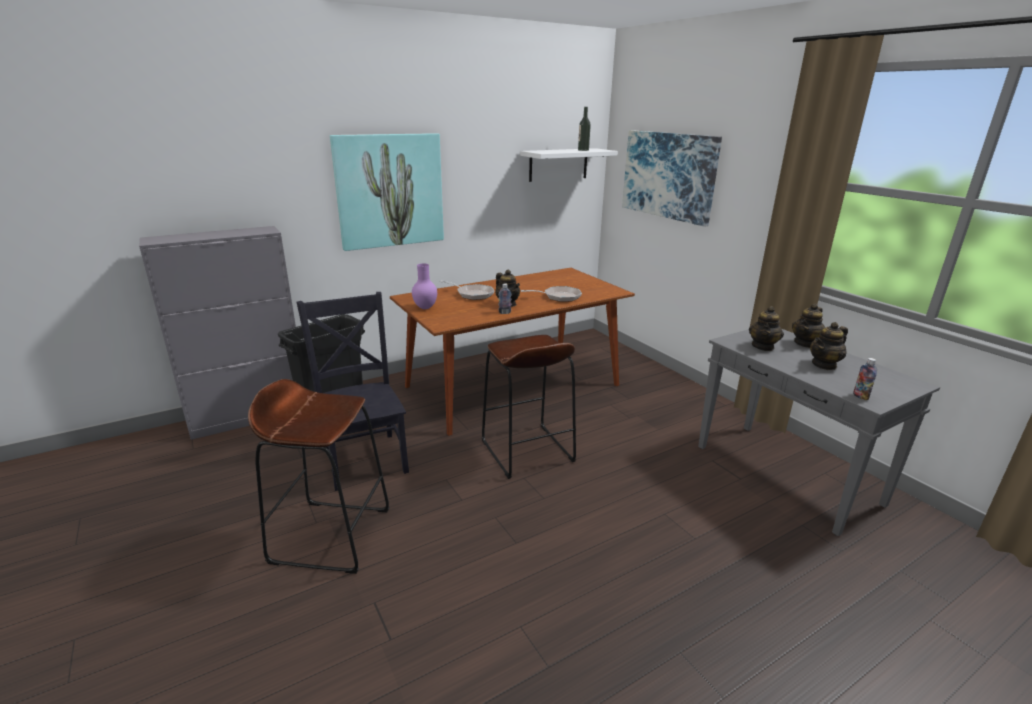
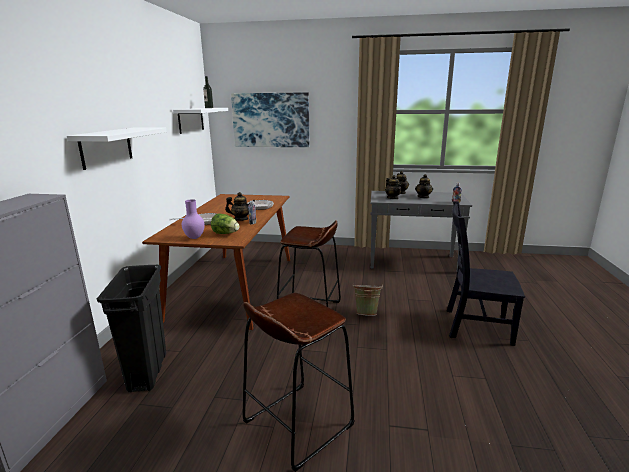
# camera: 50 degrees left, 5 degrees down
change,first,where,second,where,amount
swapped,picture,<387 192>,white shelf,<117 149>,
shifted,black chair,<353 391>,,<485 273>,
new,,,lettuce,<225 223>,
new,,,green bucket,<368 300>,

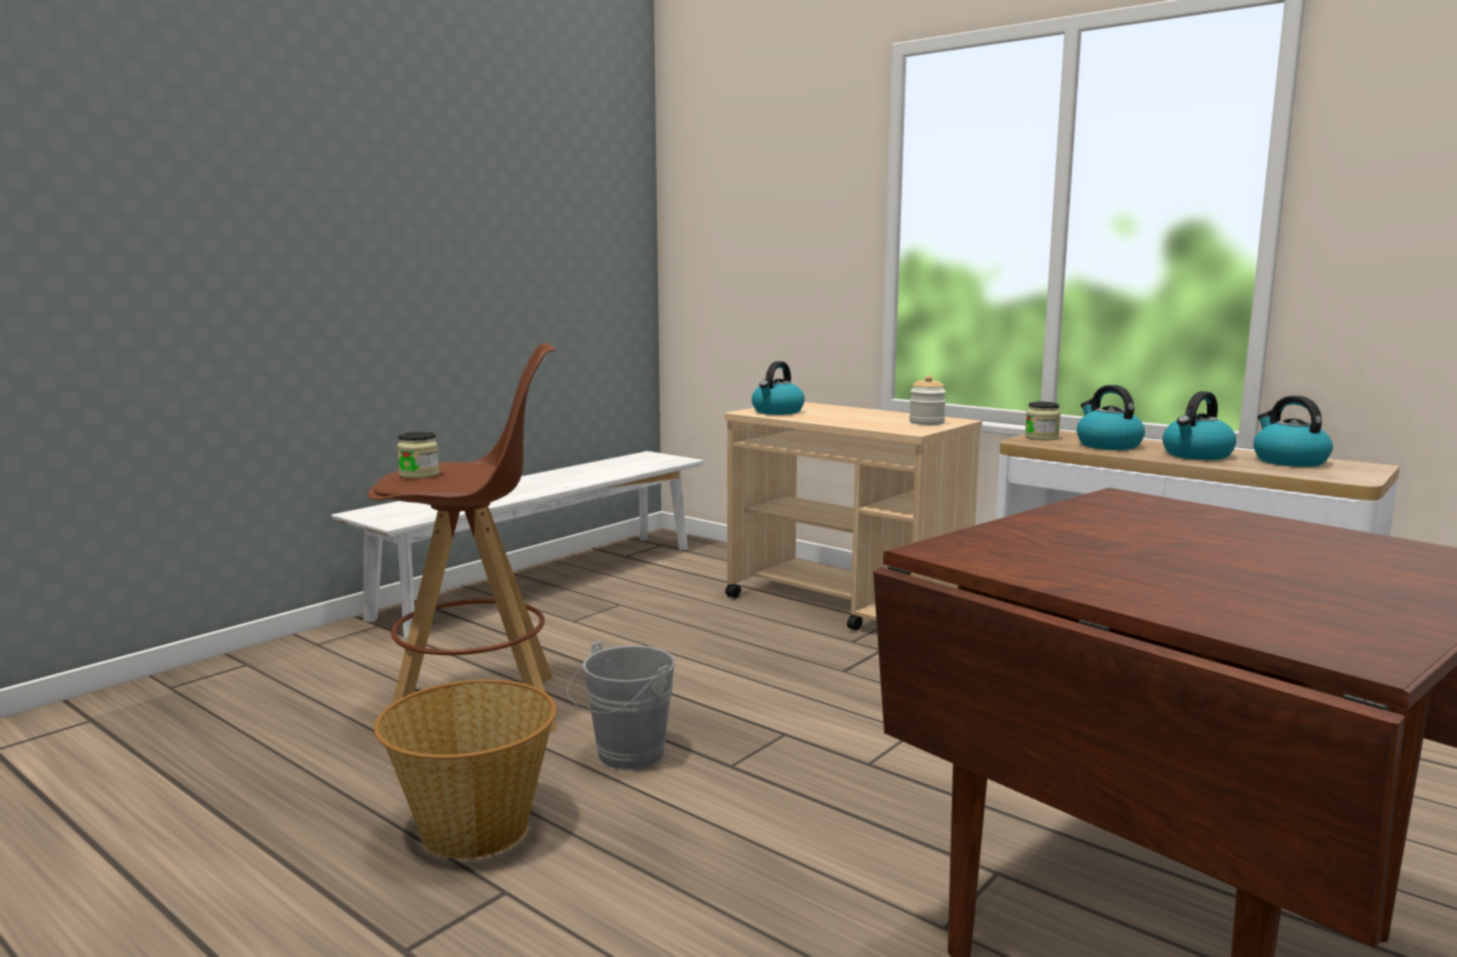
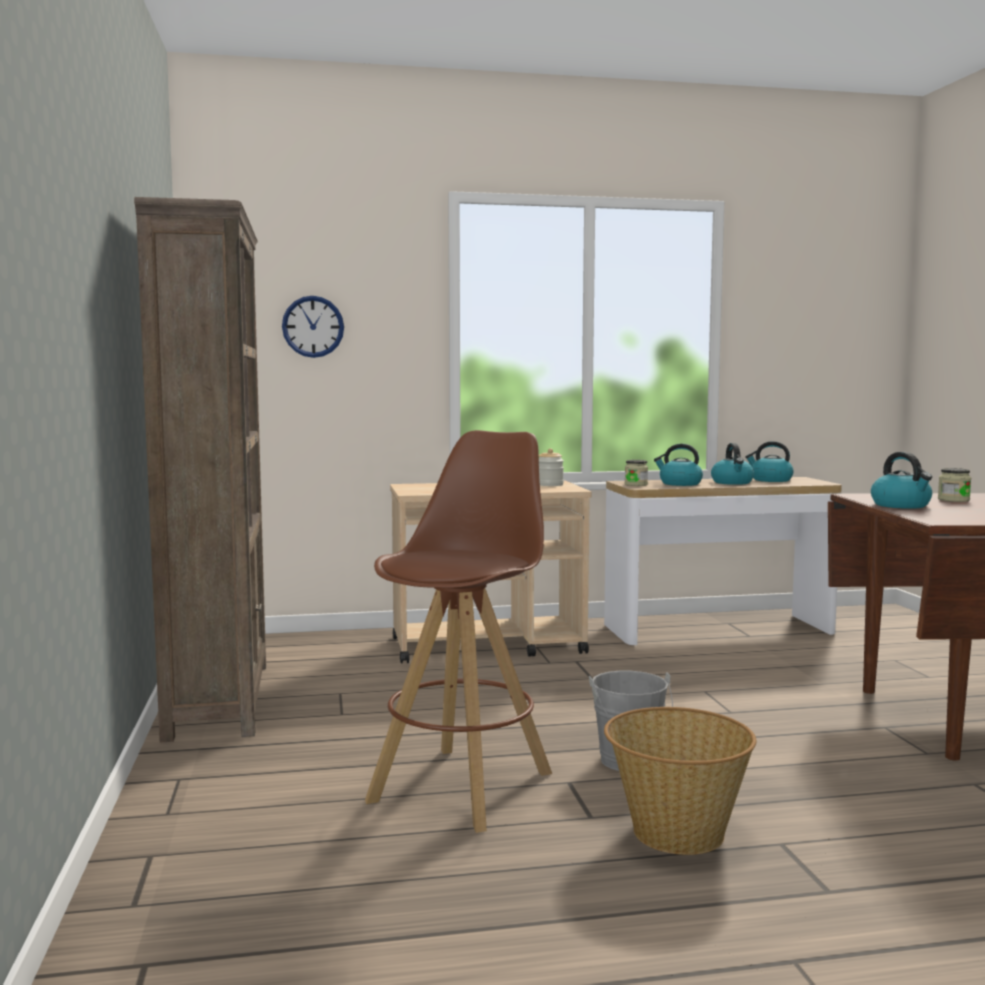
# camera: 50 degrees left, 5 degrees down
change,first,where,second,where,amount
shifted,kettle,<778 388>,,<901 480>,
shifted,jar,<418 455>,,<954 485>,
swapped,white bench,<517 544>,brown bookcase,<200 470>,
new,,,wall clock,<313 327>,

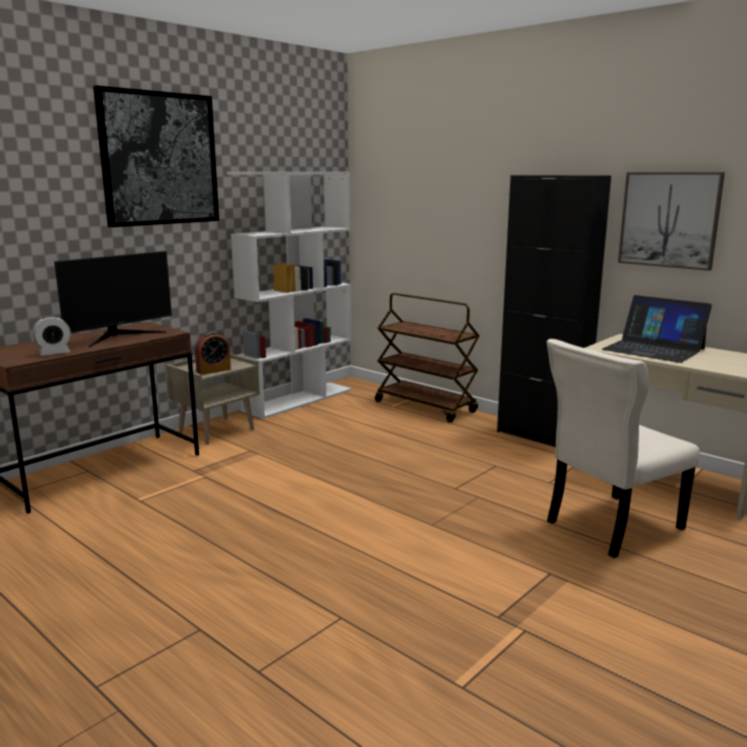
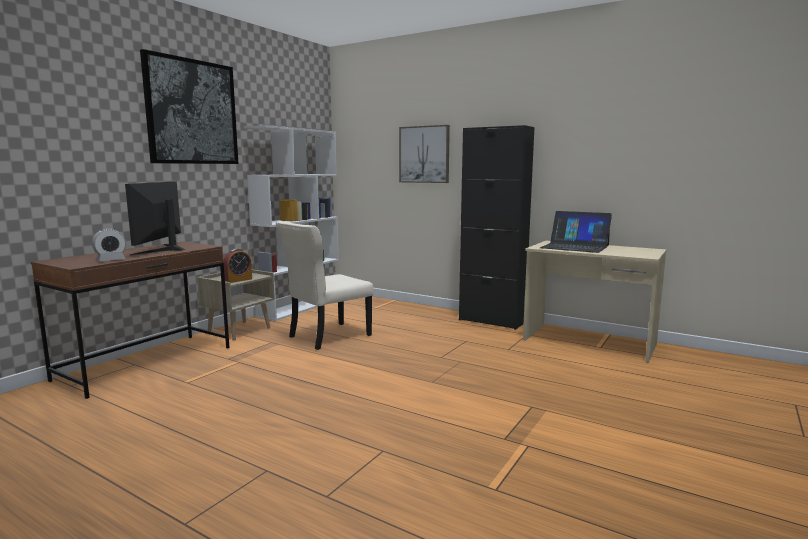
# camera: 10 degrees left, 5 degrees down
change,first,where,second,where,amount
shifted,picture,<671 221>,,<424 154>,
rotated,monitor,<113 299>,,<155 218>,150 degrees clockwise
gone,brown cart,<427 358>,,,
shifted,beige chair,<623 448>,,<325 285>,

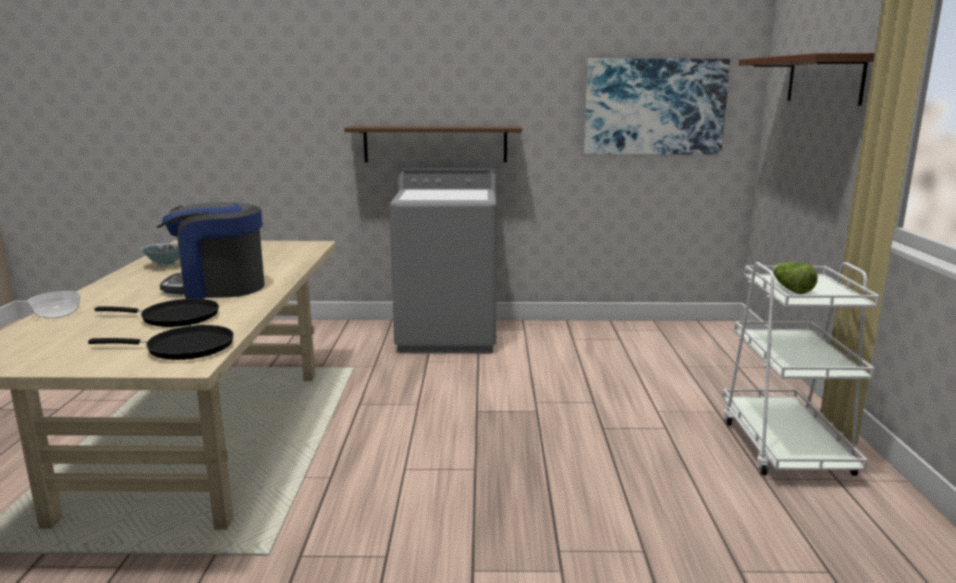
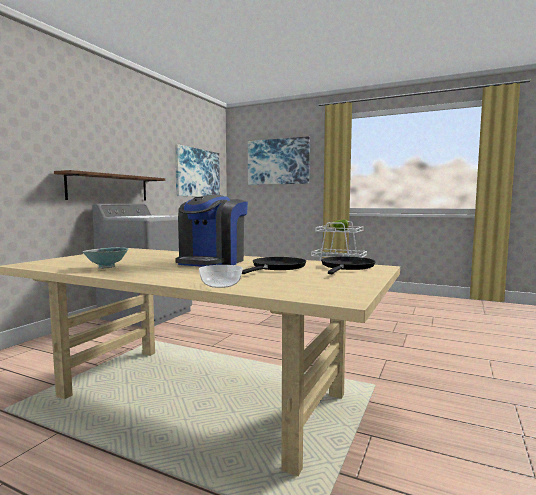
# camera: 65 degrees left, 10 degrees down
change,first,where,second,where,amount
swapped,brown shelf,<807 79>,picture,<279 160>,

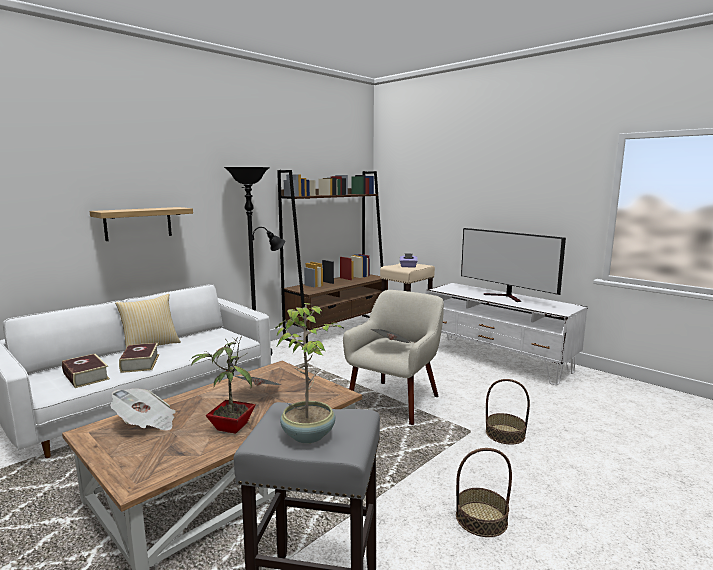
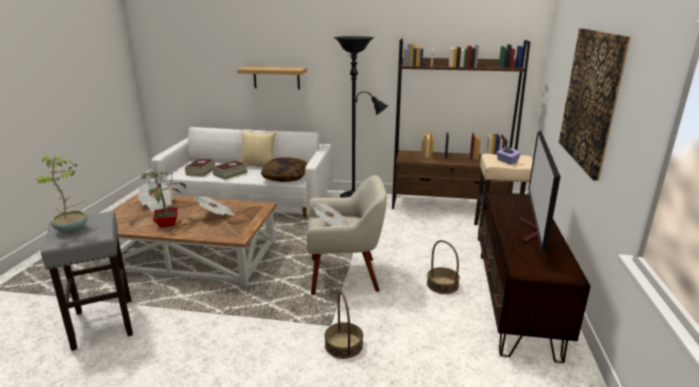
# camera: 55 degrees right, 10 degrees up
change,first,where,second,where,amount
repainted,white tv stand,<506 334>,brown tv stand,<534 277>,
shifted,basket,<484 492>,,<443 267>,
new,,,picture,<595 104>,
new,,,pillow,<284 169>,

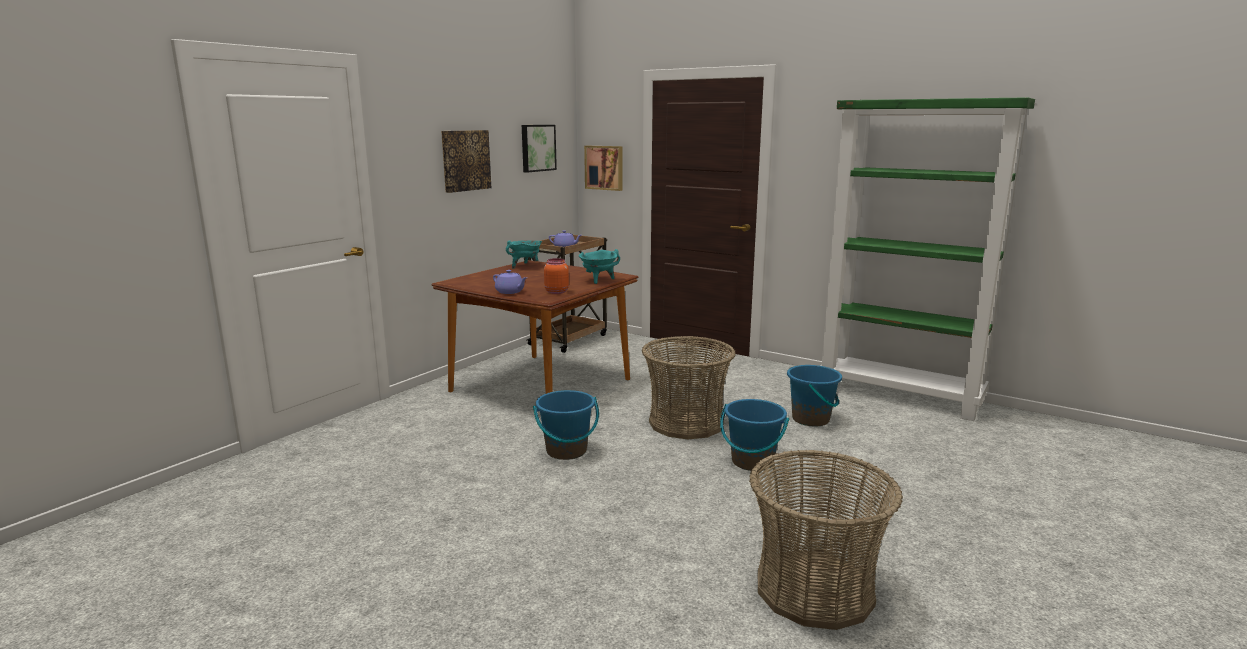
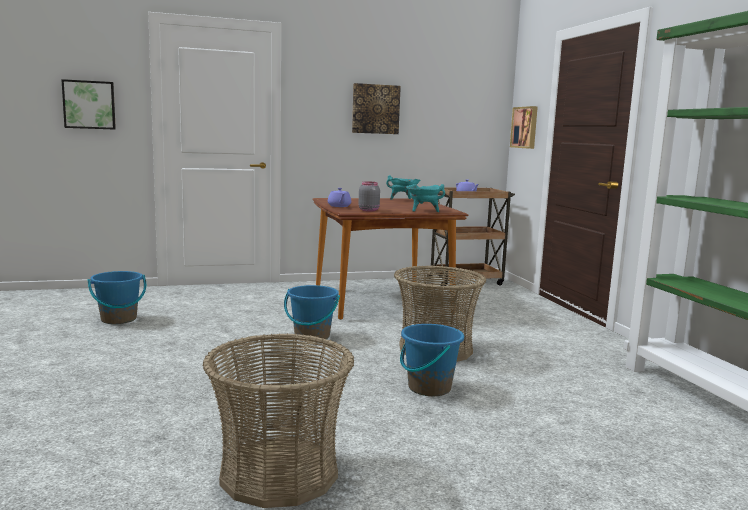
# camera: 40 degrees right, 5 degrees down
change,first,where,second,where,amount
shifted,picture,<539 149>,,<88 104>,
repainted,orange jar,<556 276>,grey jar,<369 197>,
shifted,blue bucket,<814 396>,,<117 297>,

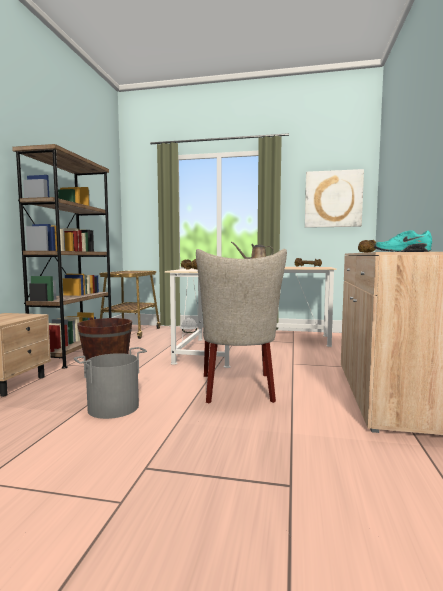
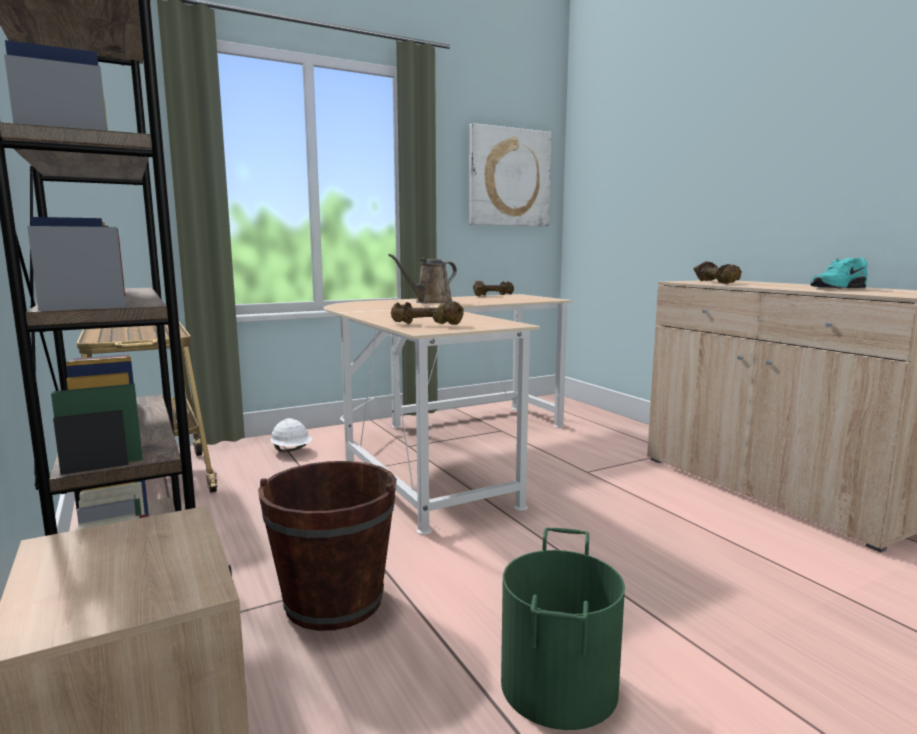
# camera: 40 degrees left, 5 degrees up
change,first,where,second,where,amount
gone,beige chair,<241 326>,,,
repainted,grey bucket,<110 383>,green bucket,<563 629>,

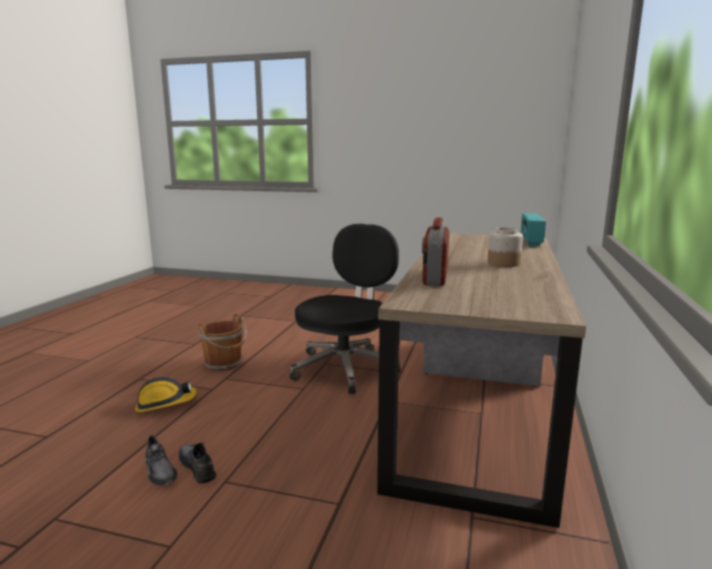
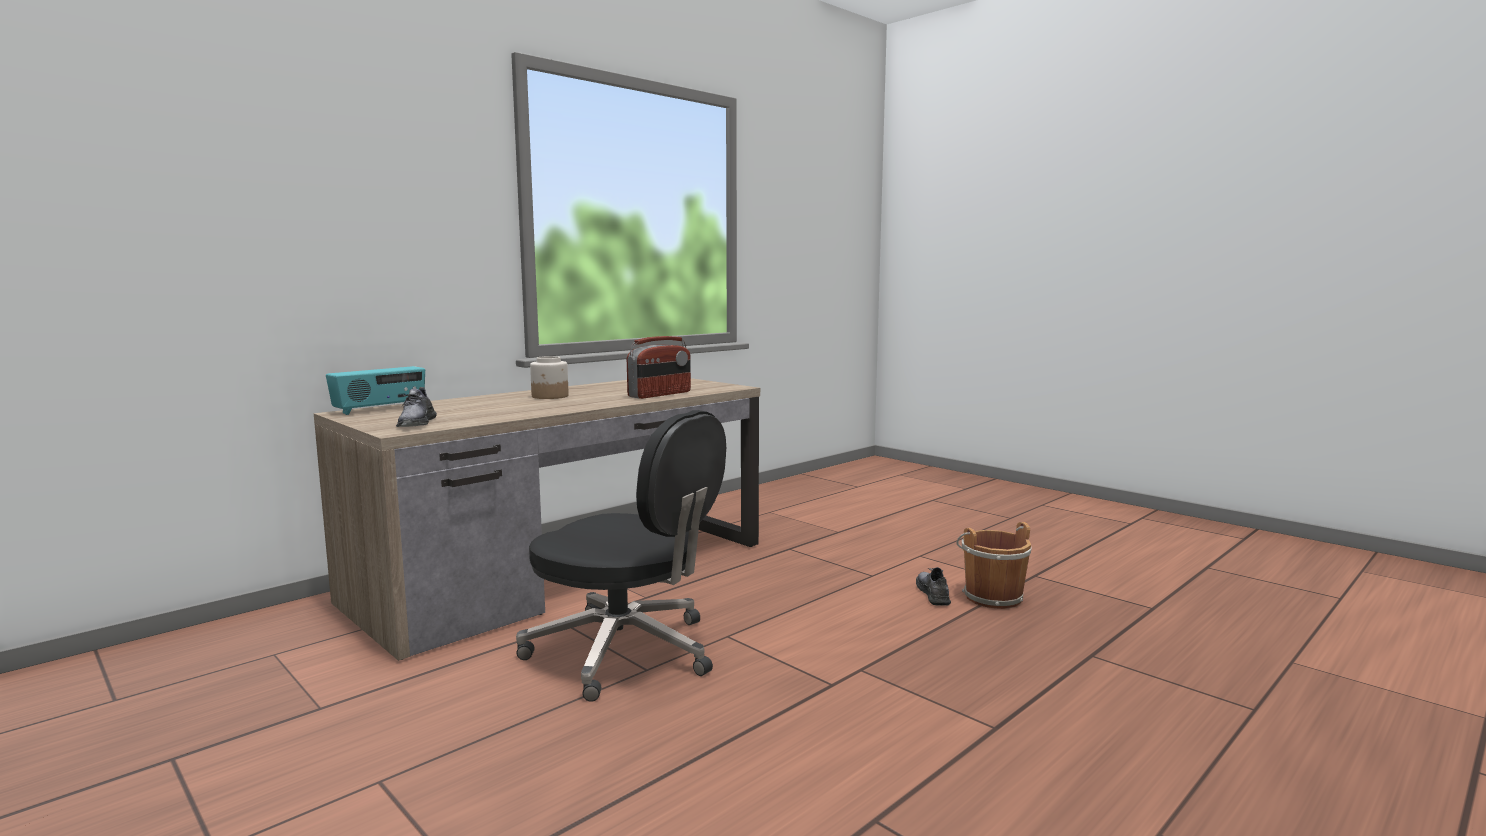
# camera: 150 degrees left, 5 degrees down
change,first,where,second,where,amount
rotated,black office chair,<345 309>,,<621 556>,120 degrees counterclockwise
shifted,brown bucket,<222 342>,,<994 565>,
gone,hard hat,<166 394>,,,
shifted,grey shoe,<197 462>,,<416 407>,

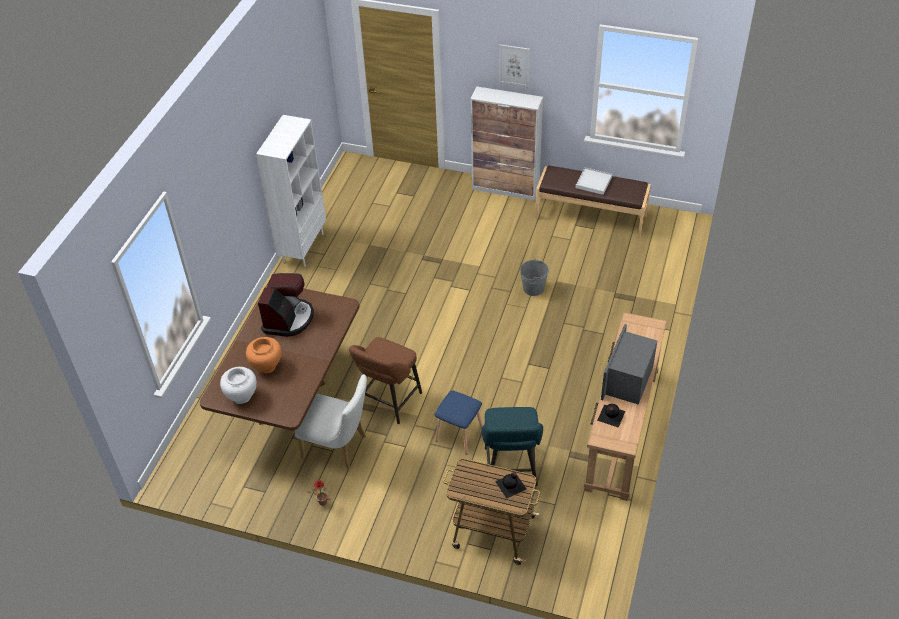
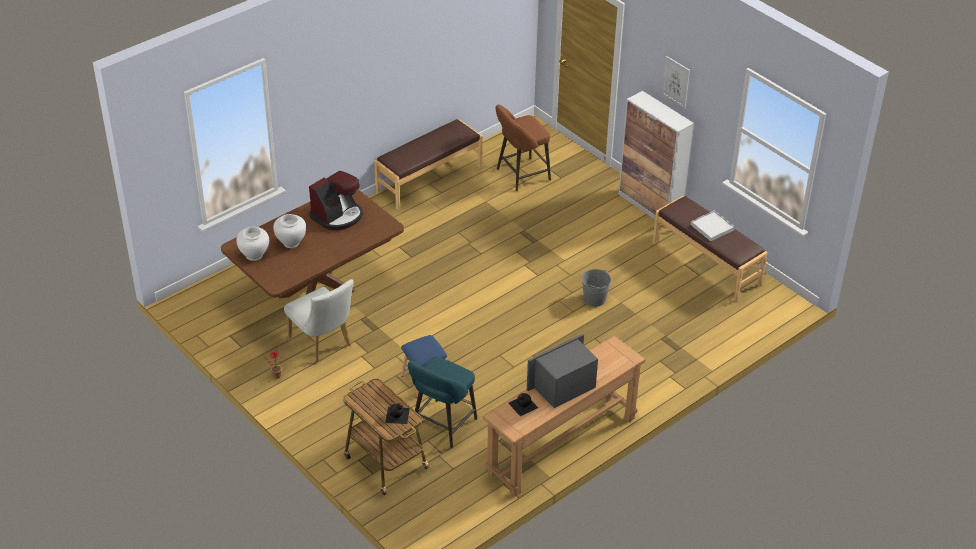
# camera: 30 degrees right, 5 degrees down
change,first,where,second,where,amount
swapped,white bookcase,<291 191>,brown bench,<428 164>,
repainted,orange vase,<264 355>,white vase,<289 231>,
shifted,brown stool,<385 380>,,<523 148>,

